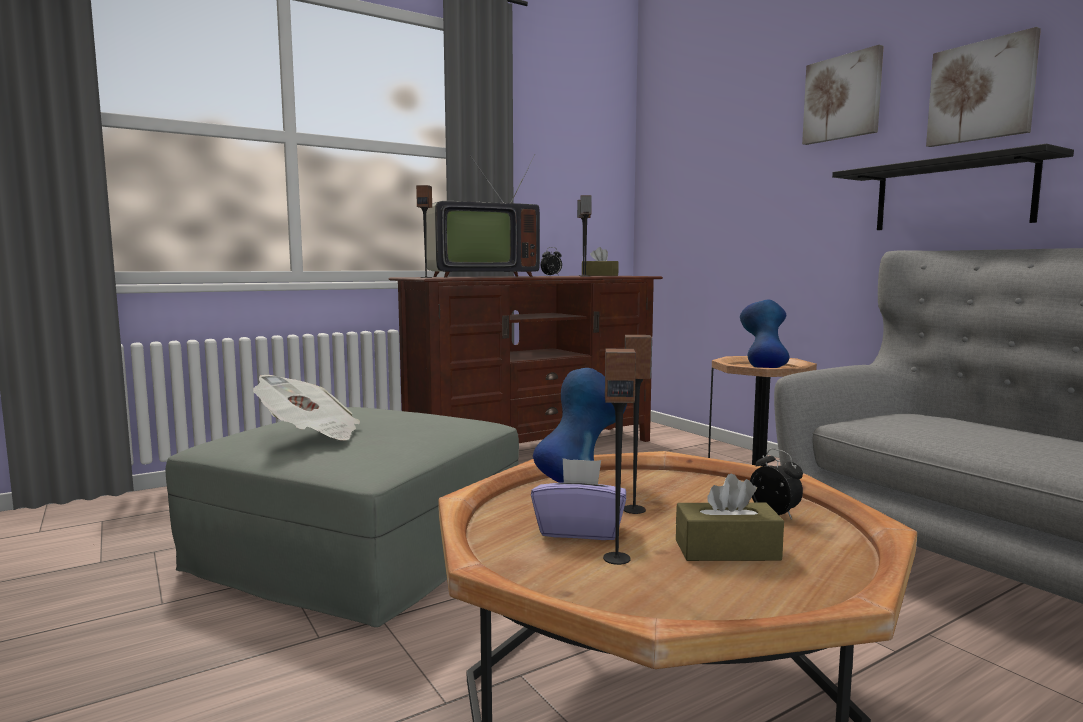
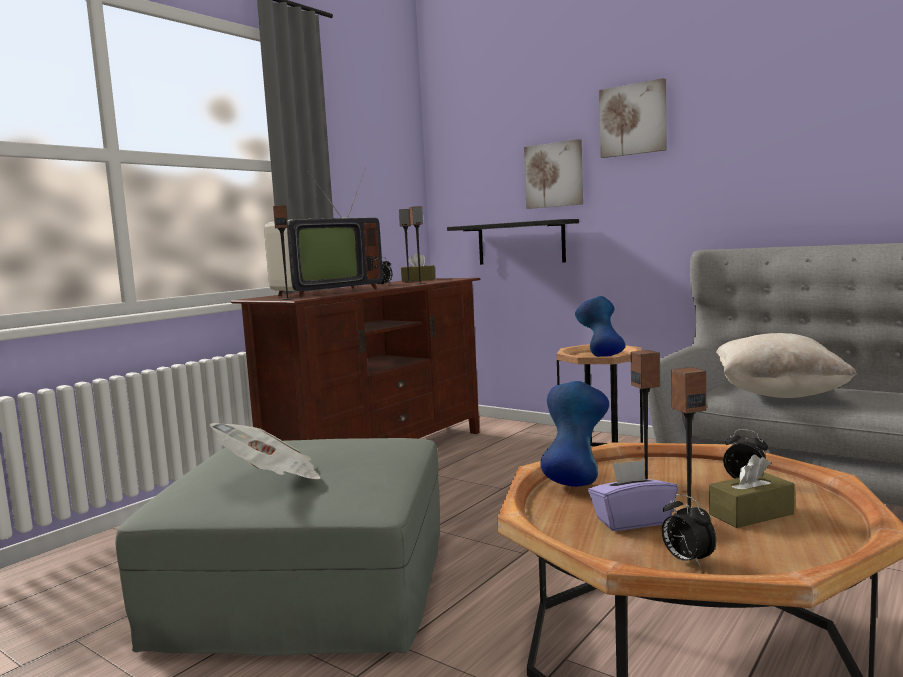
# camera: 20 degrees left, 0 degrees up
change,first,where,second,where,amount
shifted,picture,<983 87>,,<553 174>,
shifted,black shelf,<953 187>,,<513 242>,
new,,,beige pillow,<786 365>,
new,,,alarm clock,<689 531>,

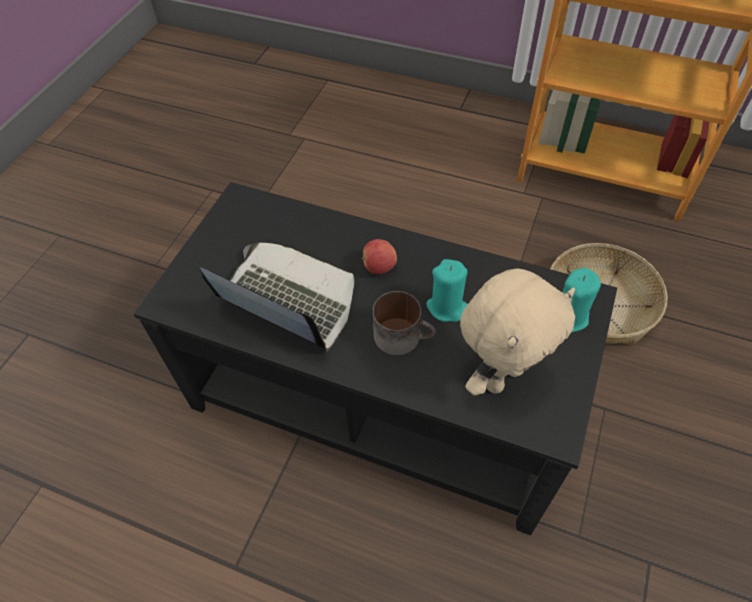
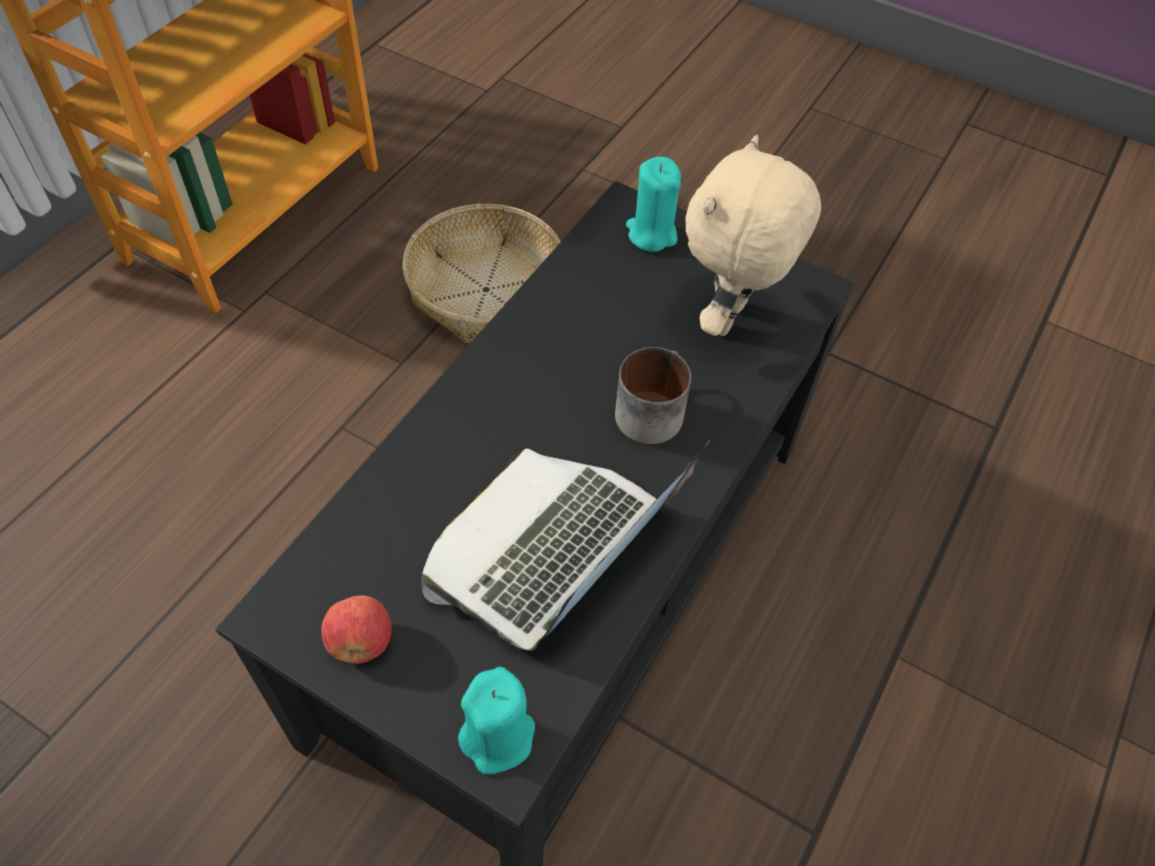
# camera: 85 degrees left, 0 degrees up
change,first,where,second,where,amount
shifted,apple,<379 256>,,<356 630>,
shifted,turquoise candle,<447 290>,,<496 721>,
rotated,beige plush toy,<517 332>,,<753 235>,120 degrees counterclockwise

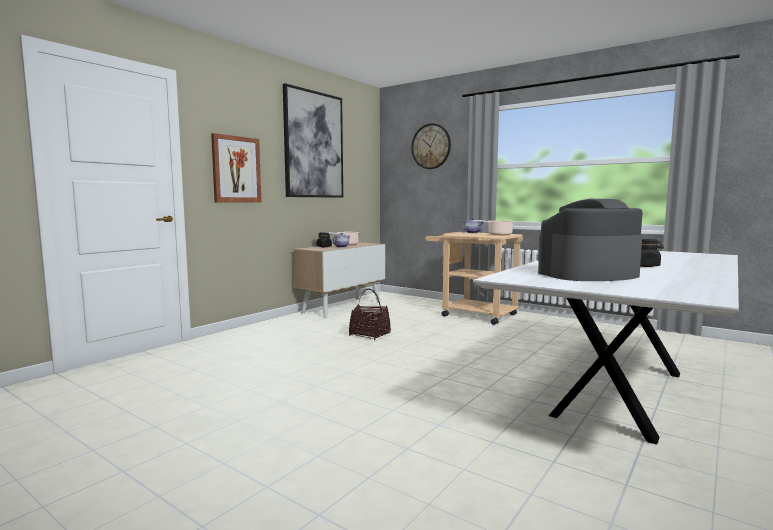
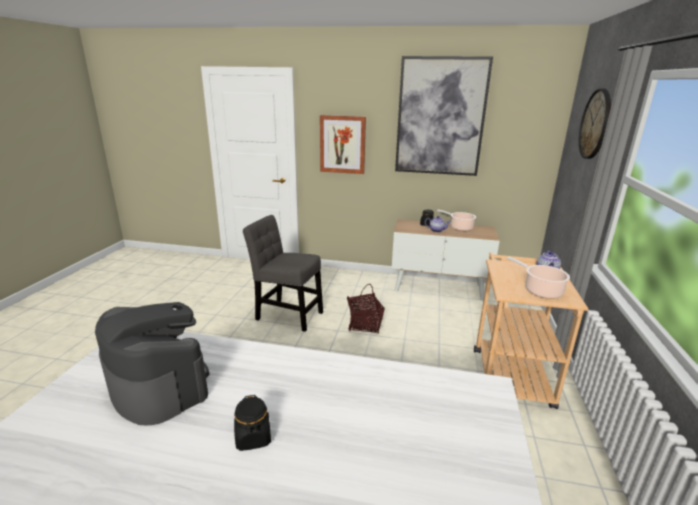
# camera: 65 degrees right, 15 degrees up
change,first,where,second,where,amount
new,,,grey chair,<283 273>,

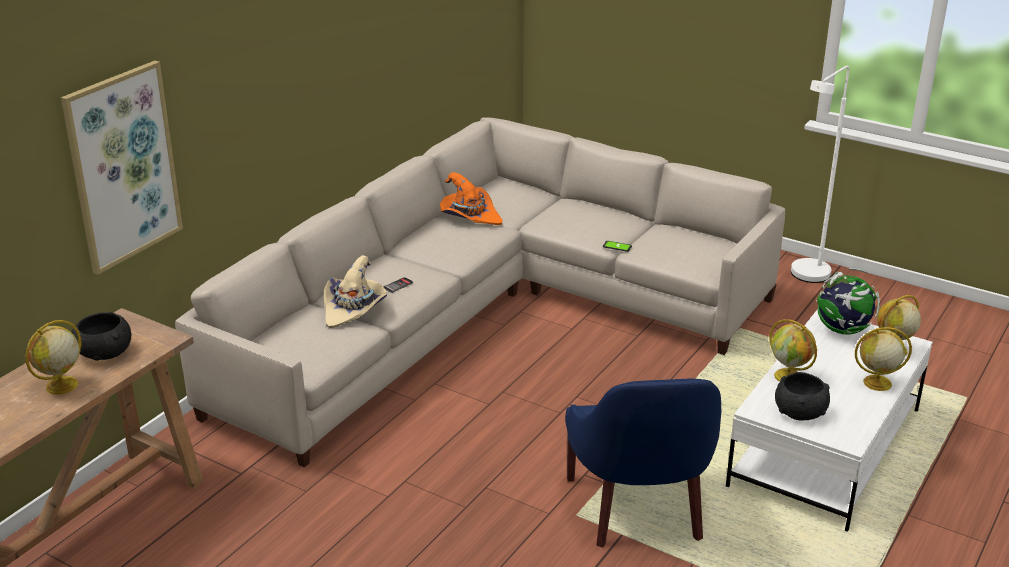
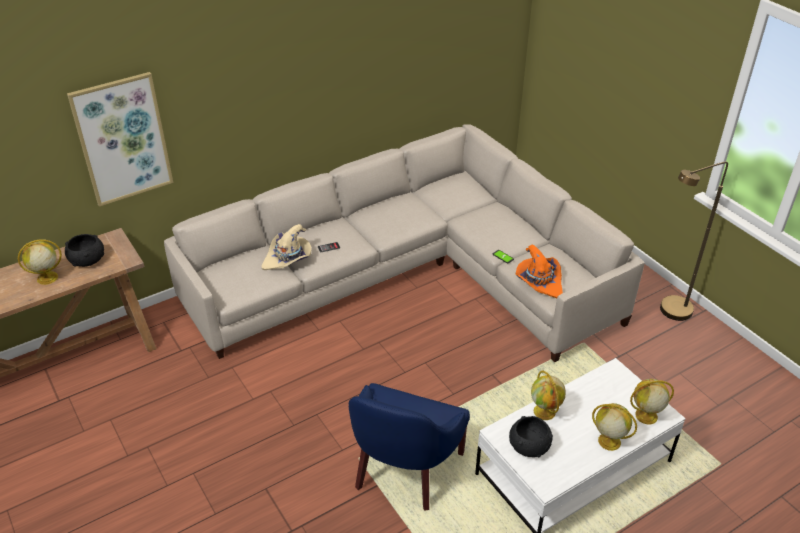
# camera: 25 degrees right, 10 degrees up
change,first,where,second,where,amount
repainted,white floor lamp,<820 174>,brown floor lamp,<694 241>,
shifted,orange hat,<471 198>,,<539 271>,
gone,globe,<848 301>,,,

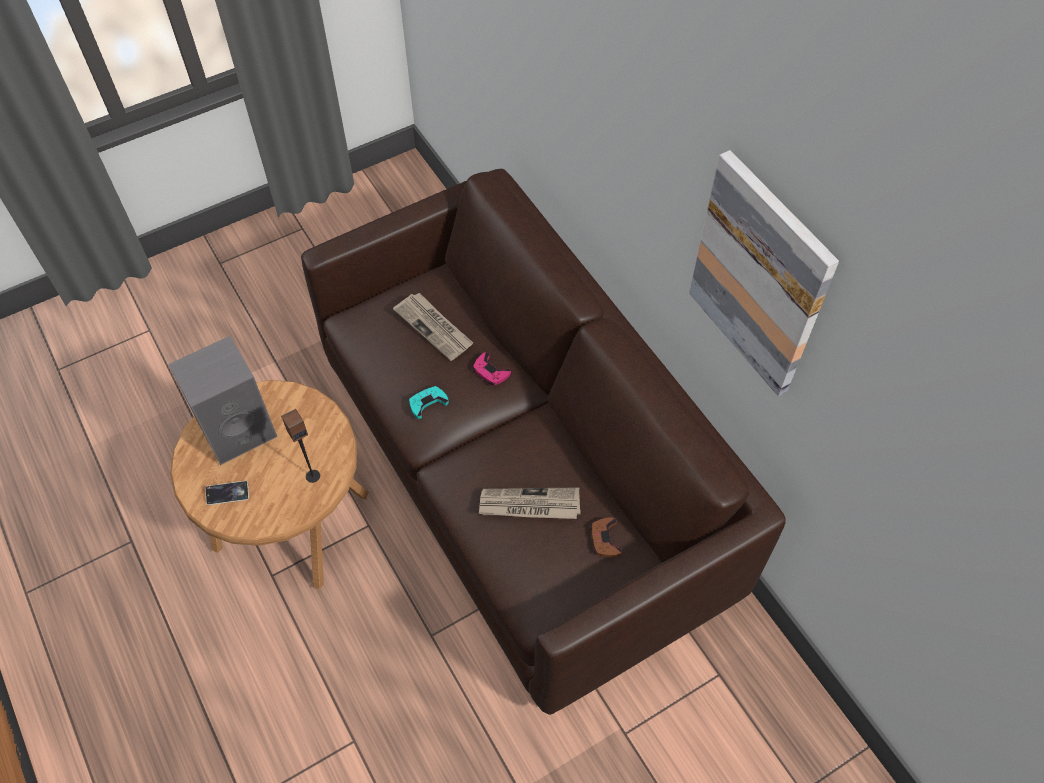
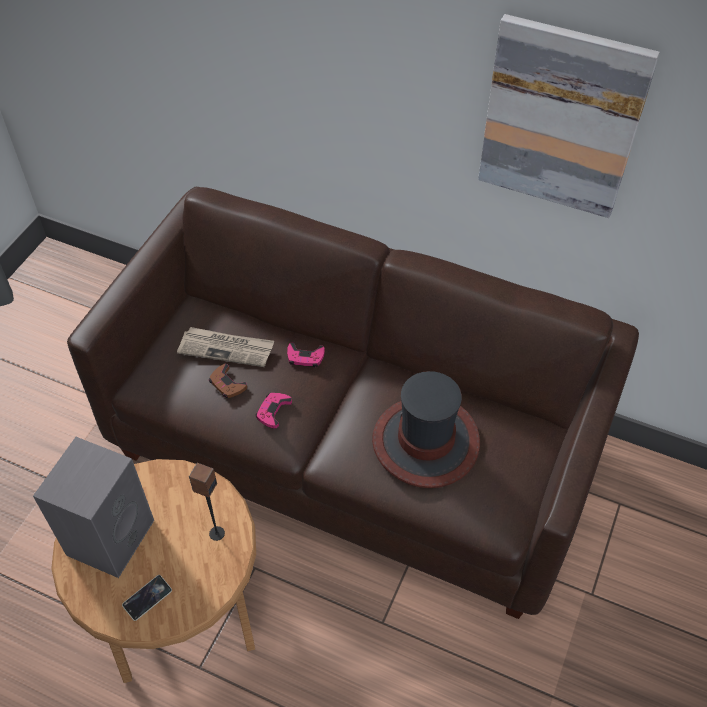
# camera: 35 degrees left, 5 degrees down
change,first,where,second,where,amount
repainted,turquoise game controller,<429 402>,pink game controller,<274 411>,
swapped,newspaper,<530 503>,hat,<426 429>,
shifted,brown game controller,<606 537>,,<228 381>,

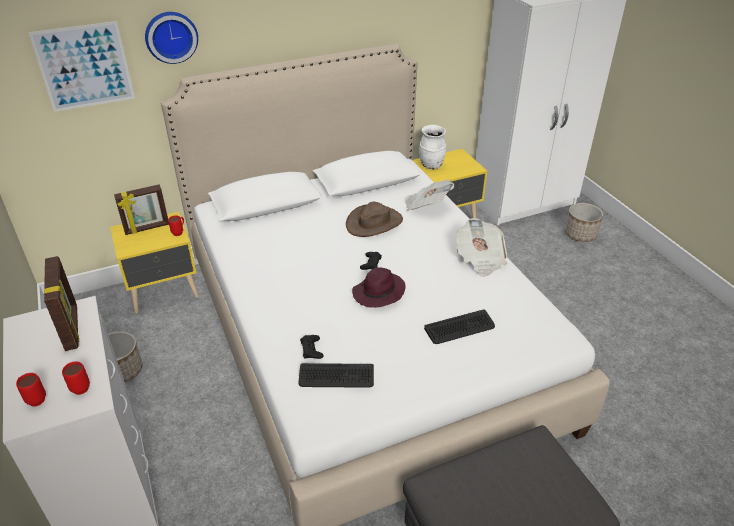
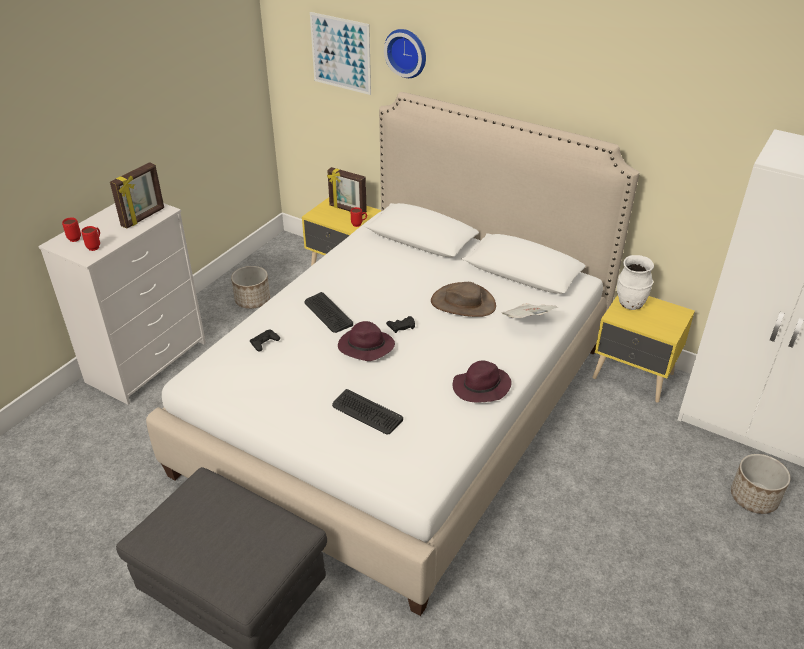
# camera: 55 degrees right, 0 degrees up
change,first,where,second,where,amount
swapped,newspaper,<481 247>,purple hat,<482 381>,
shifted,keyboard,<336 375>,,<328 312>,

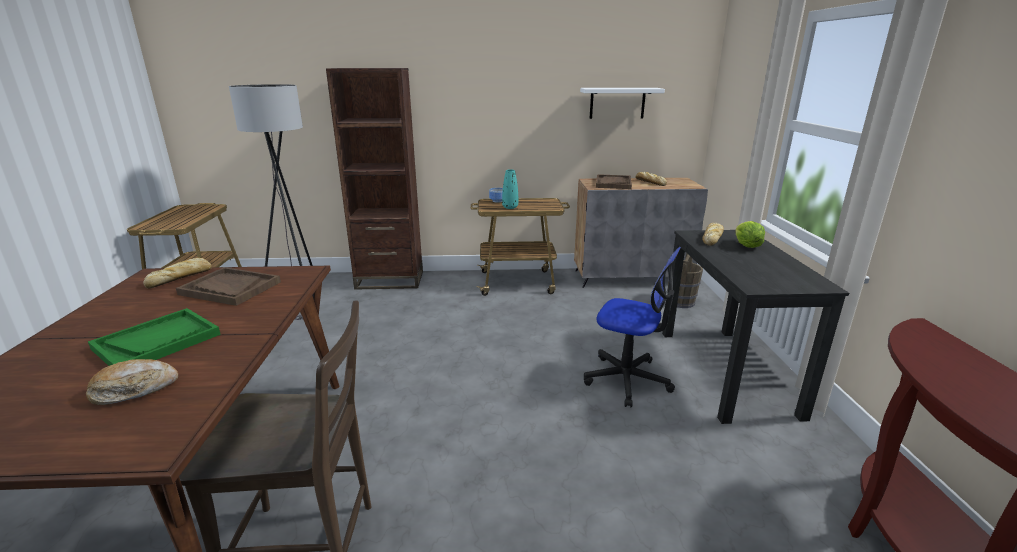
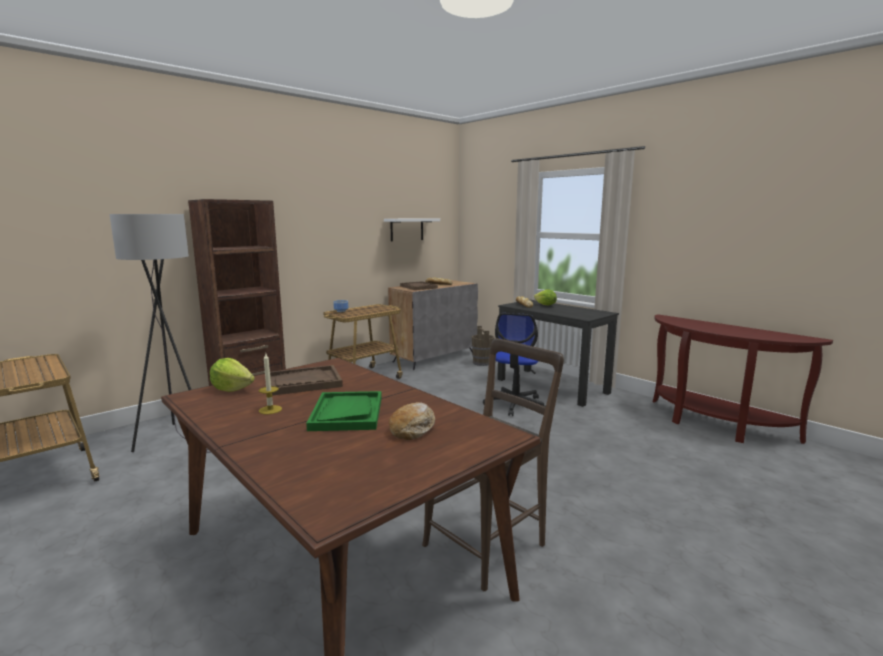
# camera: 40 degrees left, 10 degrees down
change,first,where,second,where,amount
gone,turquoise vase,<510 189>,,,
rotated,office chair,<632 327>,,<514 364>,120 degrees clockwise
swapped,bread,<177 273>,lettuce,<232 375>,
new,,,candle,<270 384>,

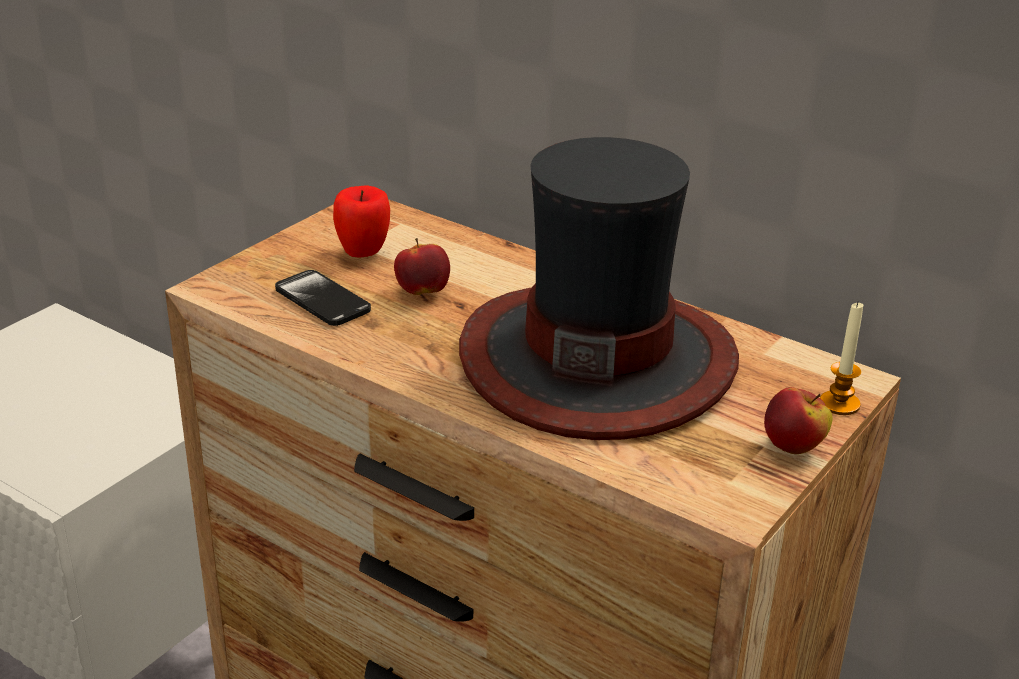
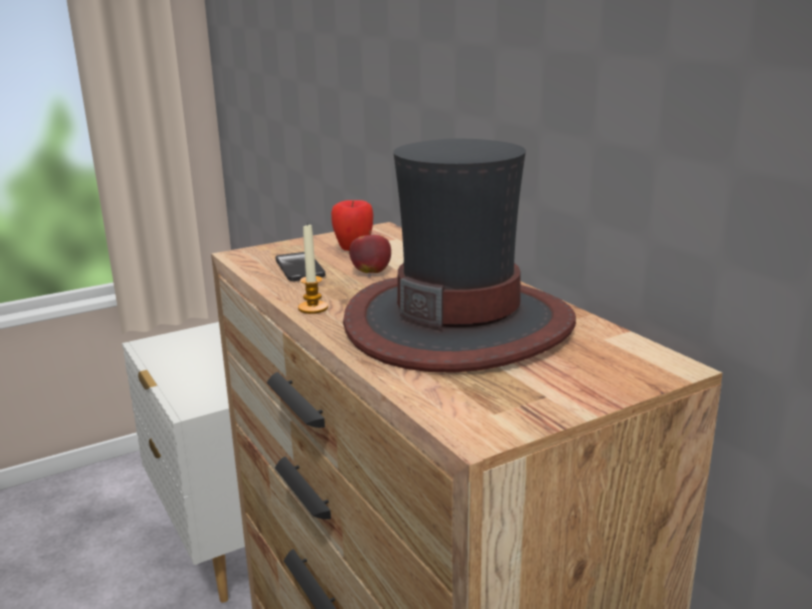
# camera: 25 degrees right, 10 degrees down
change,first,where,second,where,amount
shifted,candle,<842 358>,,<313 268>,
gone,apple,<798 420>,,,

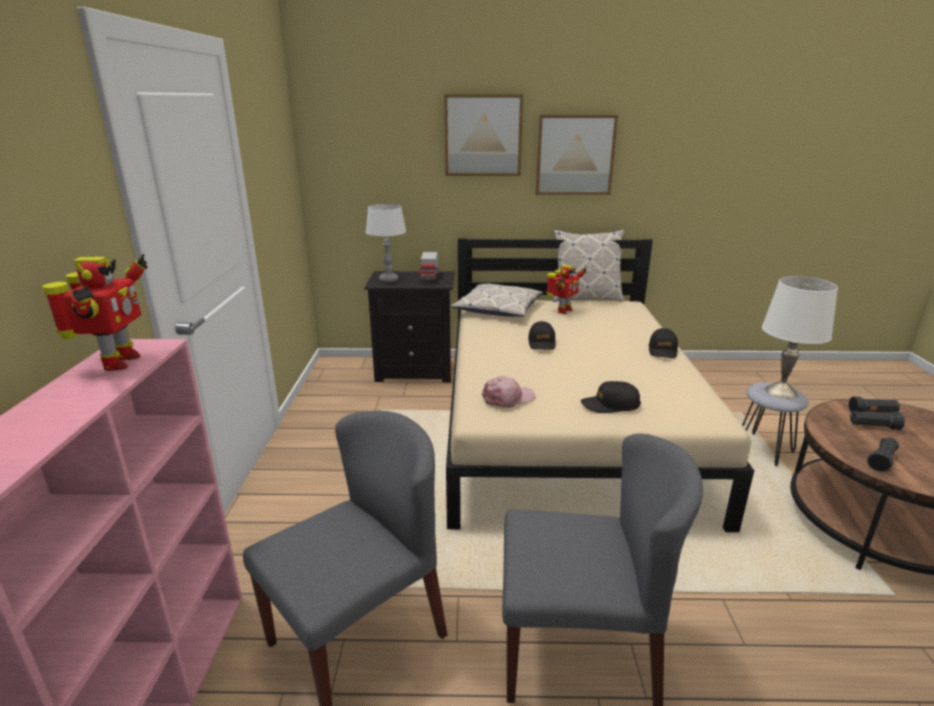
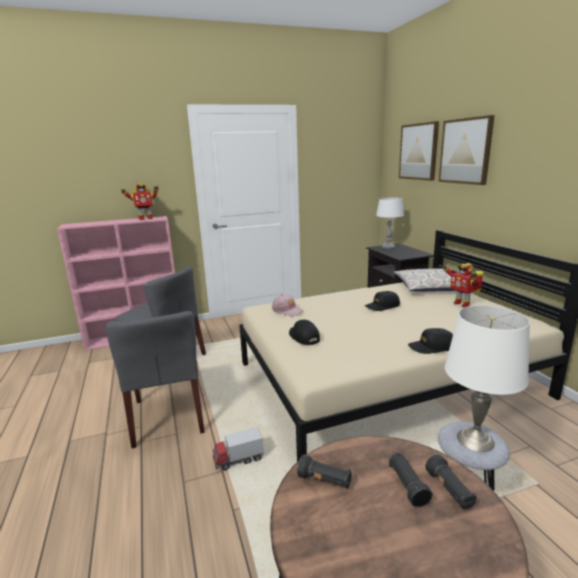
# camera: 70 degrees right, 5 degrees down
change,first,where,second,where,amount
shifted,picture,<576 155>,,<419 151>,
gone,pillow,<588 266>,,,
shifted,toy truck,<428 266>,,<238 448>,
rotated,toy robot,<566 289>,,<463 285>,45 degrees clockwise

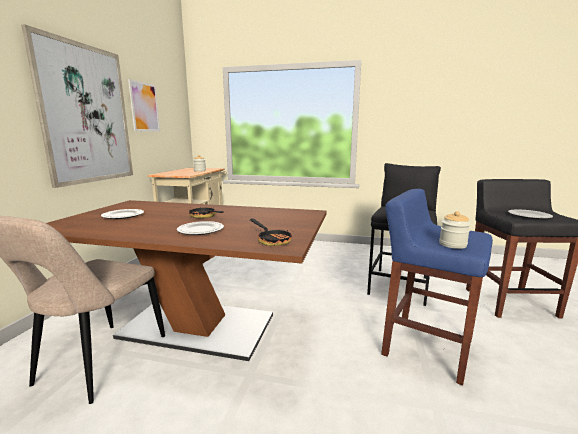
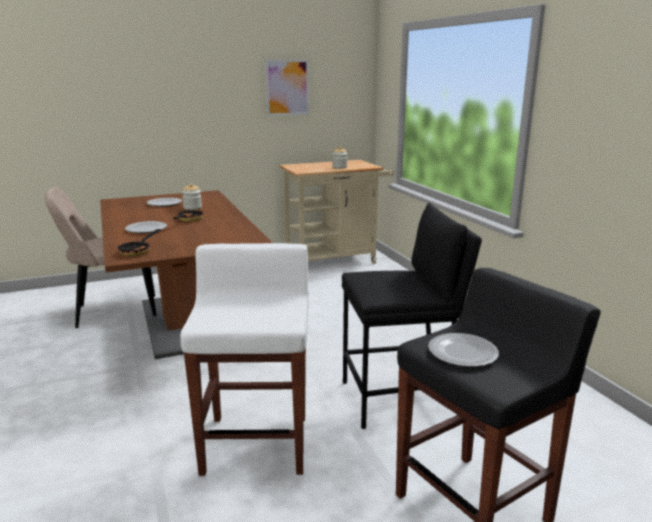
# camera: 55 degrees right, 5 degrees up
change,first,where,second,where,amount
gone,picture,<77 106>,,,
repainted,blue stool,<437 287>,white stool,<244 359>,
shifted,jar,<455 230>,,<192 196>,

